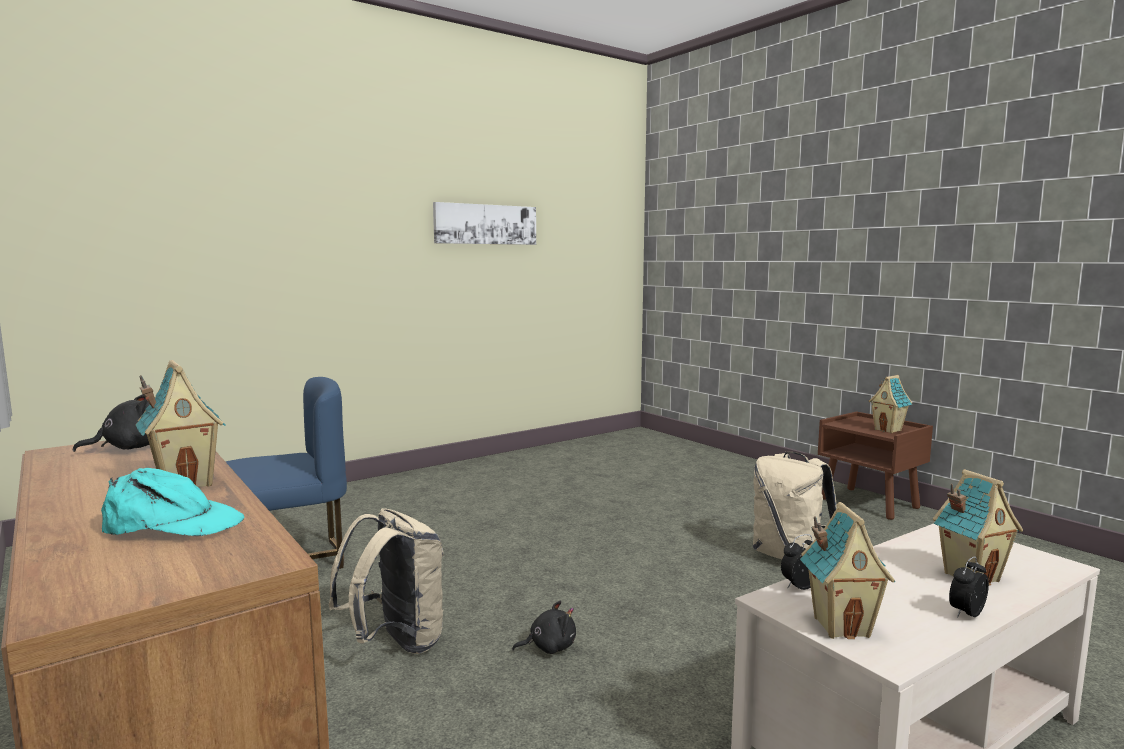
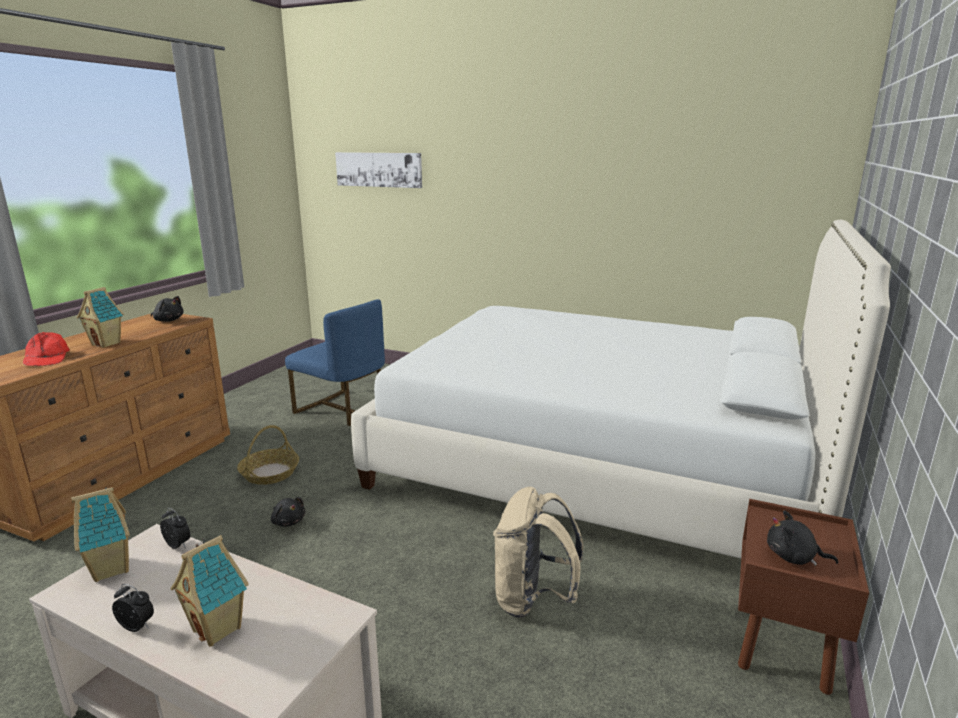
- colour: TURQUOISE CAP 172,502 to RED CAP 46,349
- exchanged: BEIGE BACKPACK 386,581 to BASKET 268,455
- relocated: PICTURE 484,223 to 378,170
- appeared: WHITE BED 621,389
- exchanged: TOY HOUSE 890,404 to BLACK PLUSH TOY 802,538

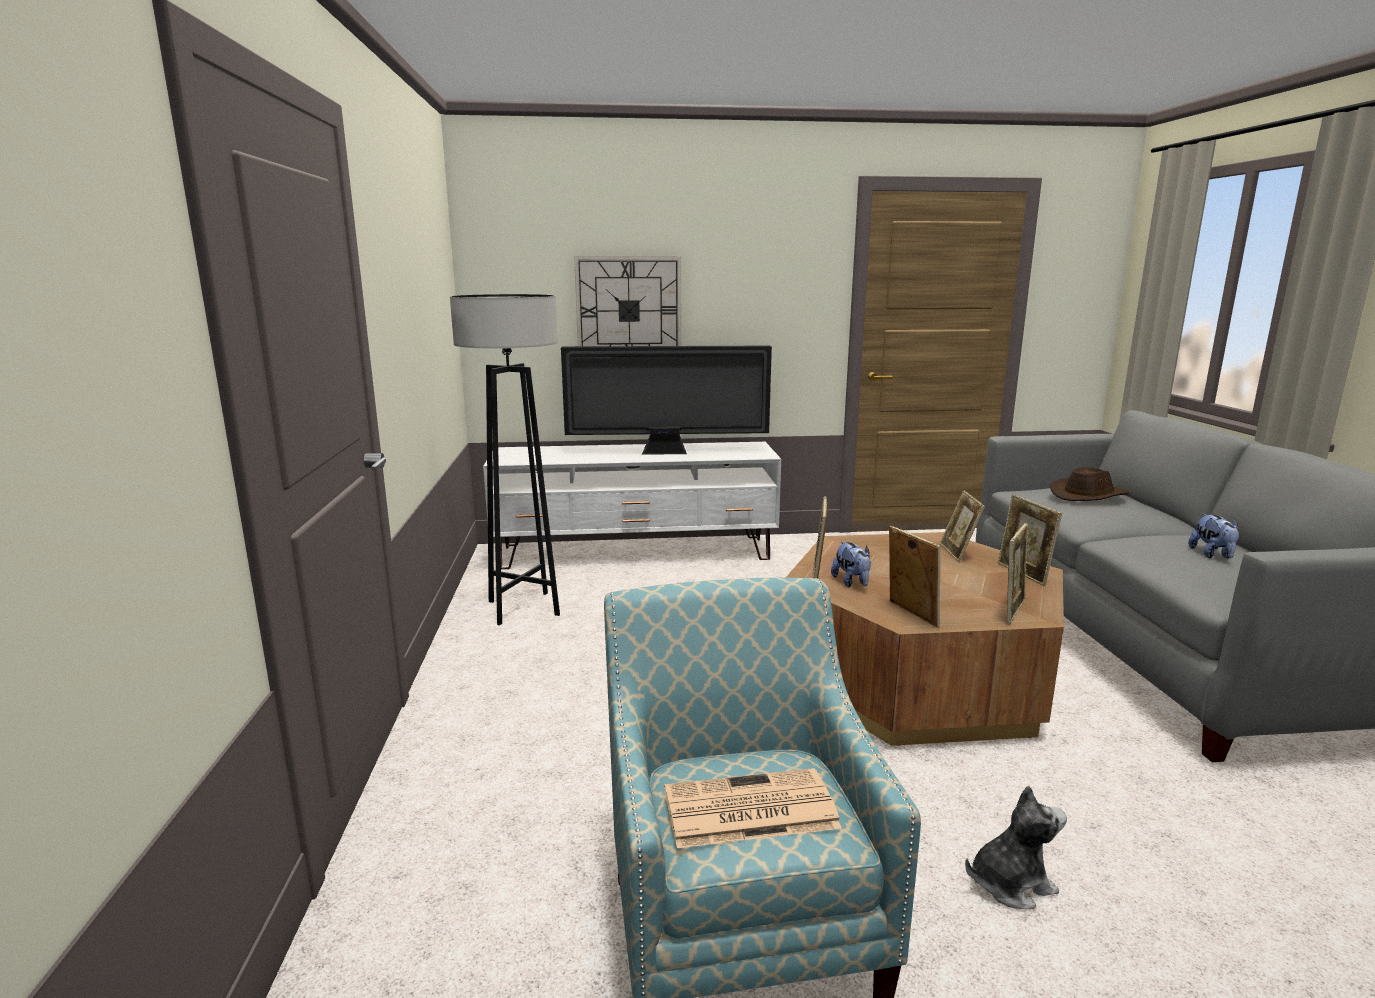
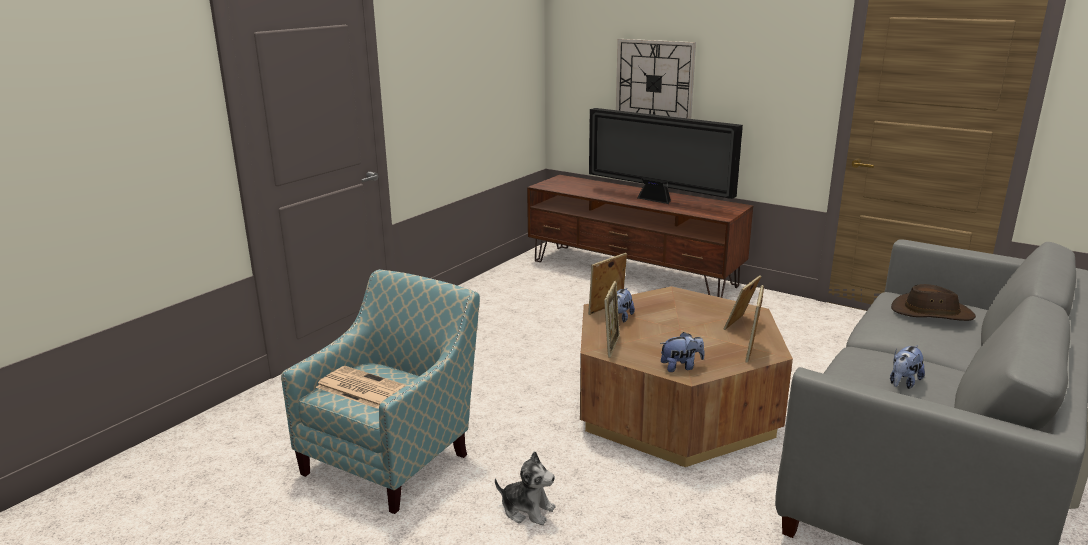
- colour: WHITE TV STAND 632,505 to BROWN TV STAND 640,236
- exchanged: PICTURE FRAME 1017,574 to PLUSH TOY 682,352
- missing: GREY FLOOR LAMP 505,459

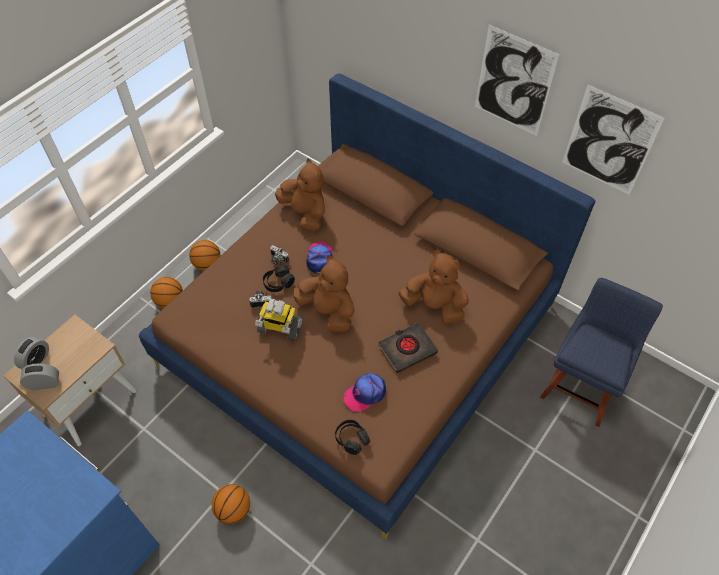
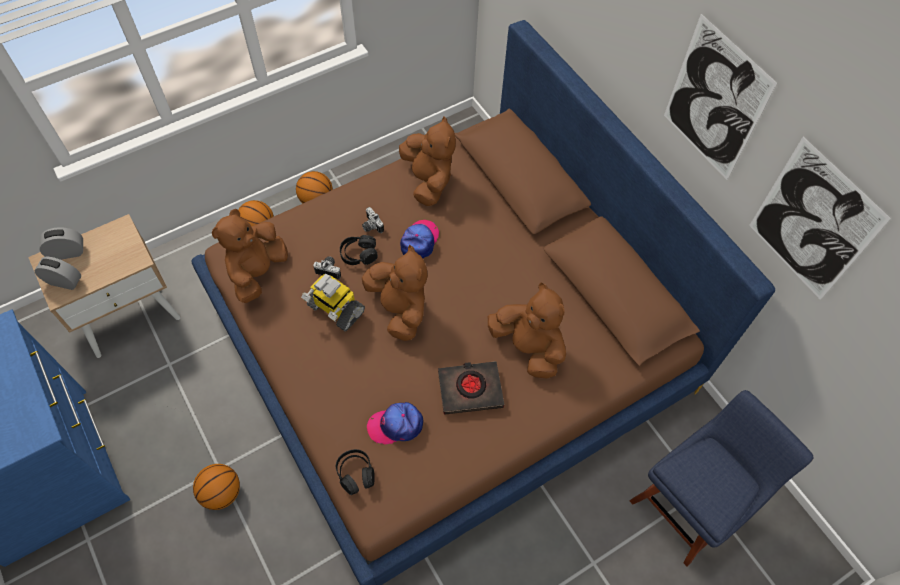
- spun: ALARM CLOCK 31,352 = 61,243 150 degrees counterclockwise
- appeared: BROWN PLUSH TOY 250,256

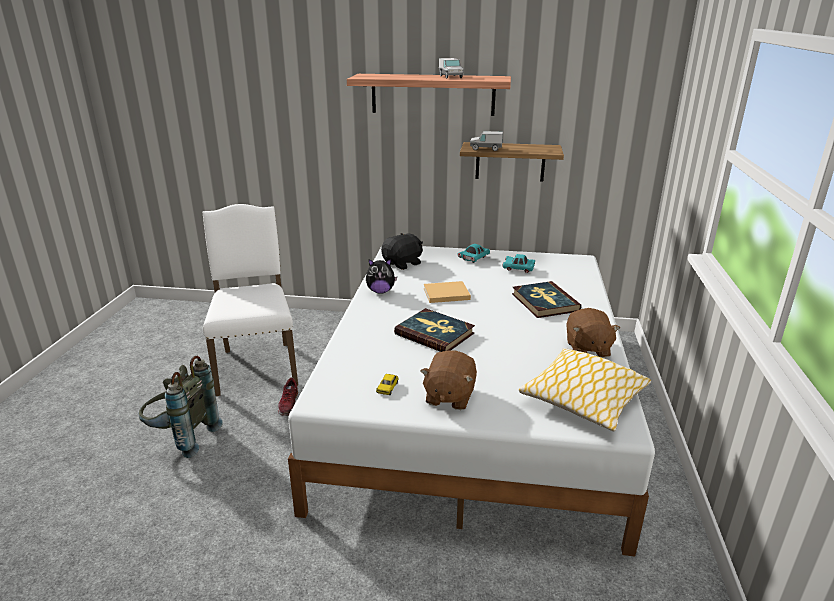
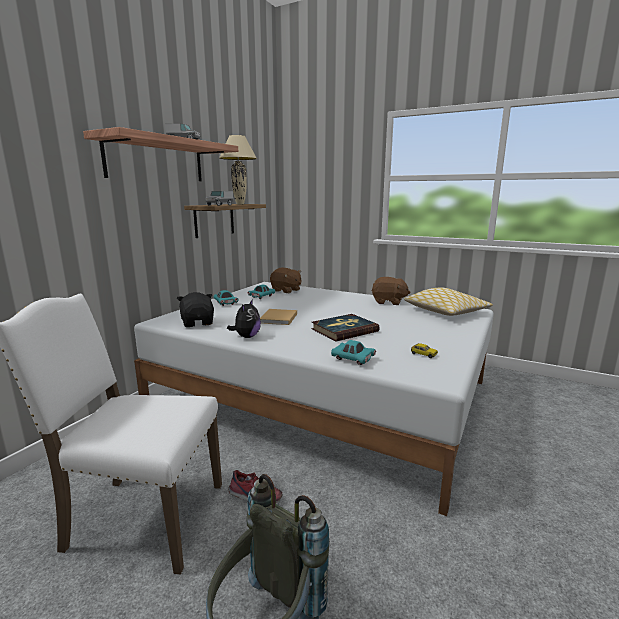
- appeared: BEIGE TABLE LAMP 238,169
- relocated: BROWN PLUSH TOY 448,380 to 285,280
- appeared: TURQUOISE TOY CAR 353,352
- missing: BOOK 546,299

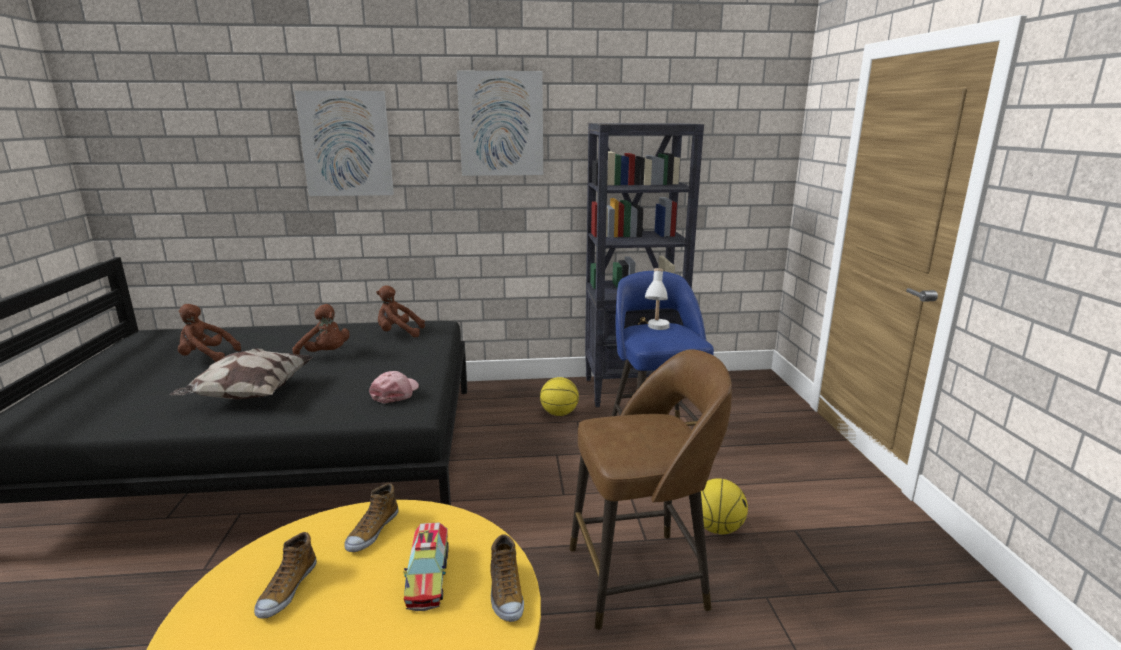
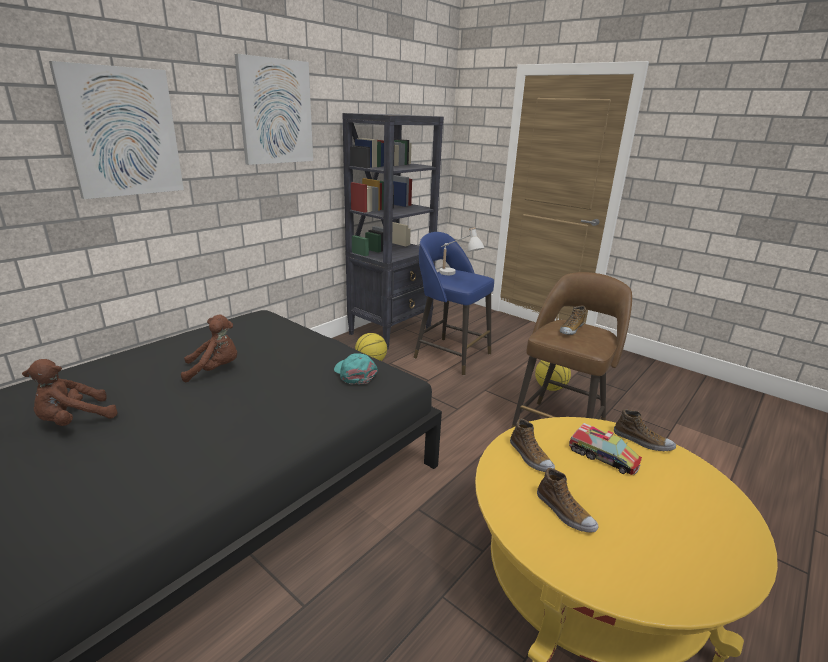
- colour: PINK CAP 394,387 to TURQUOISE CAP 356,368
- appeared: SHOE 573,320
- missing: PILLOW 241,374
- missing: BROWN PLUSH TOY 400,311

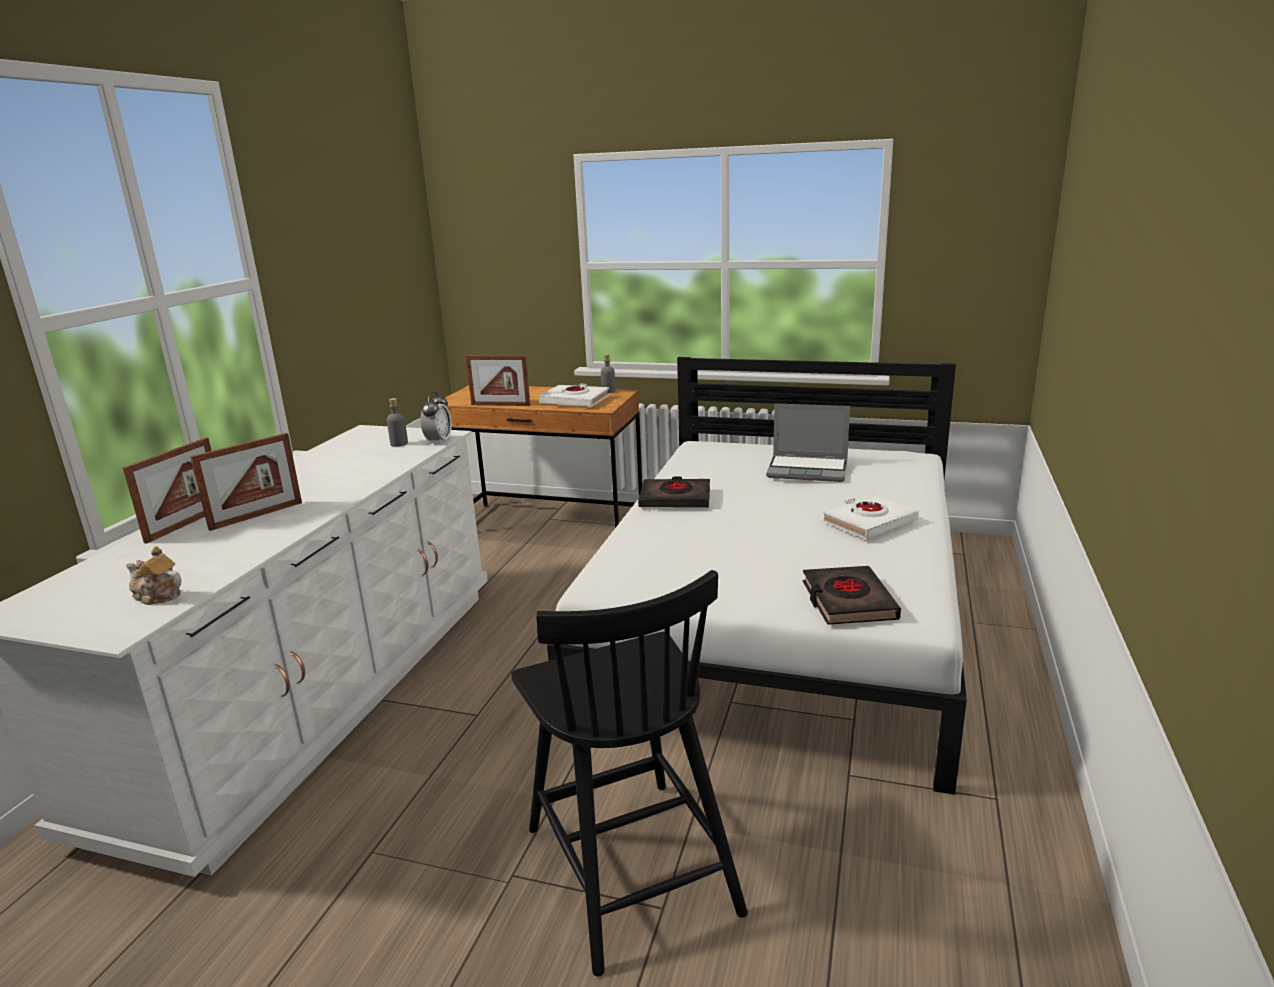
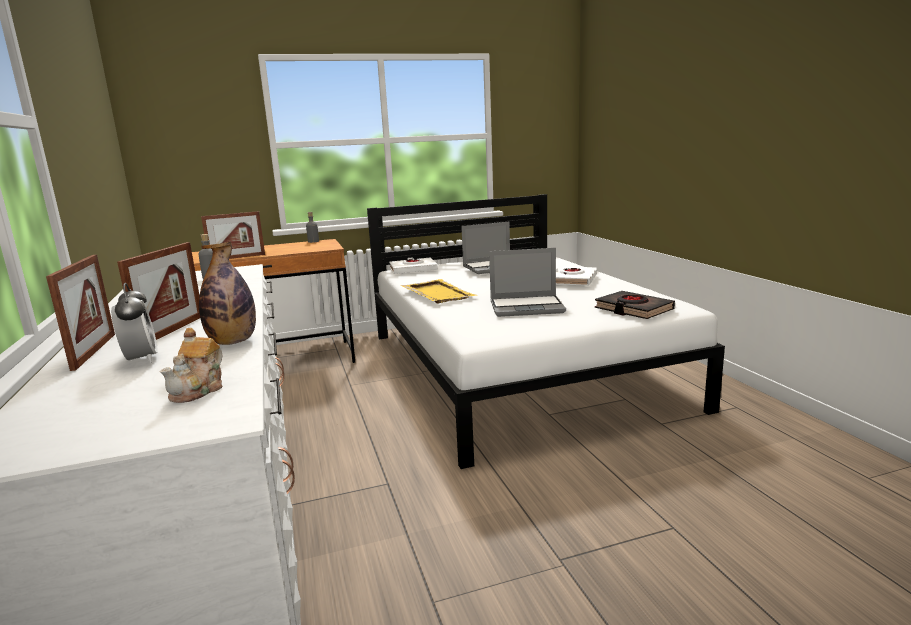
- relocated: ALARM CLOCK 436,418 to 134,323
- spun: TEAPOT 153,575 = 191,365 60 degrees counterclockwise
- appeared: BOTTLE 227,293
- relocated: WHITE BOOK 574,395 to 413,265
- exchanged: BLACK BOOK 674,492 to YELLOW TRAY 438,291
- appeared: LAPTOP 527,282
- missing: BLACK CHAIR 629,773

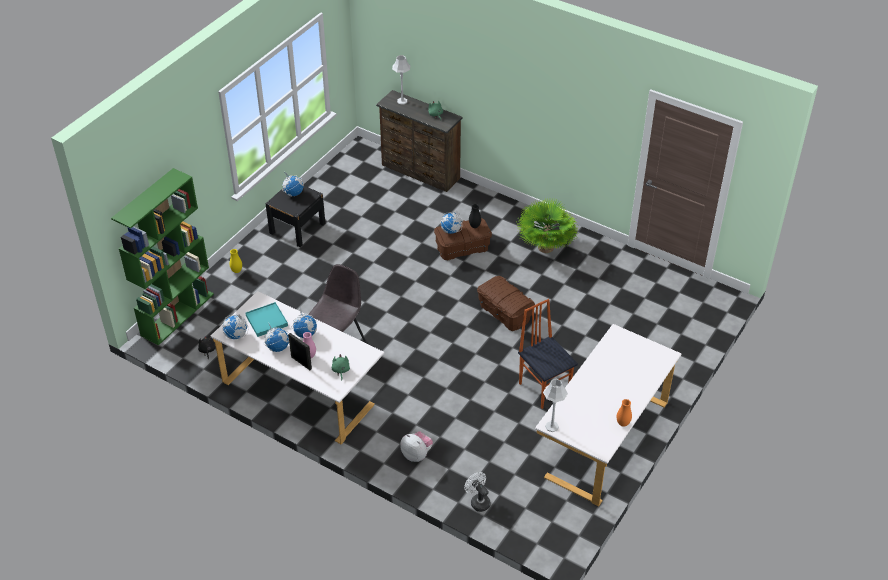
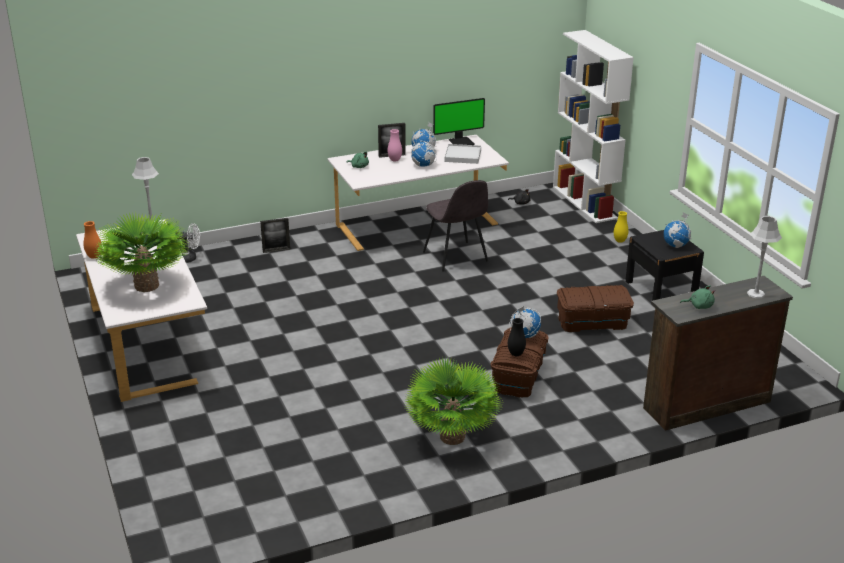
- appeared: POTTED PLANT 141,251
- exchanged: PLUSH TOY 416,446 to PICTURE FRAME 275,235
- exchanged: GLOBE 235,327 to MONITOR 459,121
- colour: TURQUOISE TRAY 266,319 to WHITE TRAY 462,154
- colour: GREEN BOOKCASE 162,257 to WHITE BOOKCASE 593,126
- relocated: BROWN STORAGE BOX 506,303 to 595,308
- missing: CHAIR 548,354

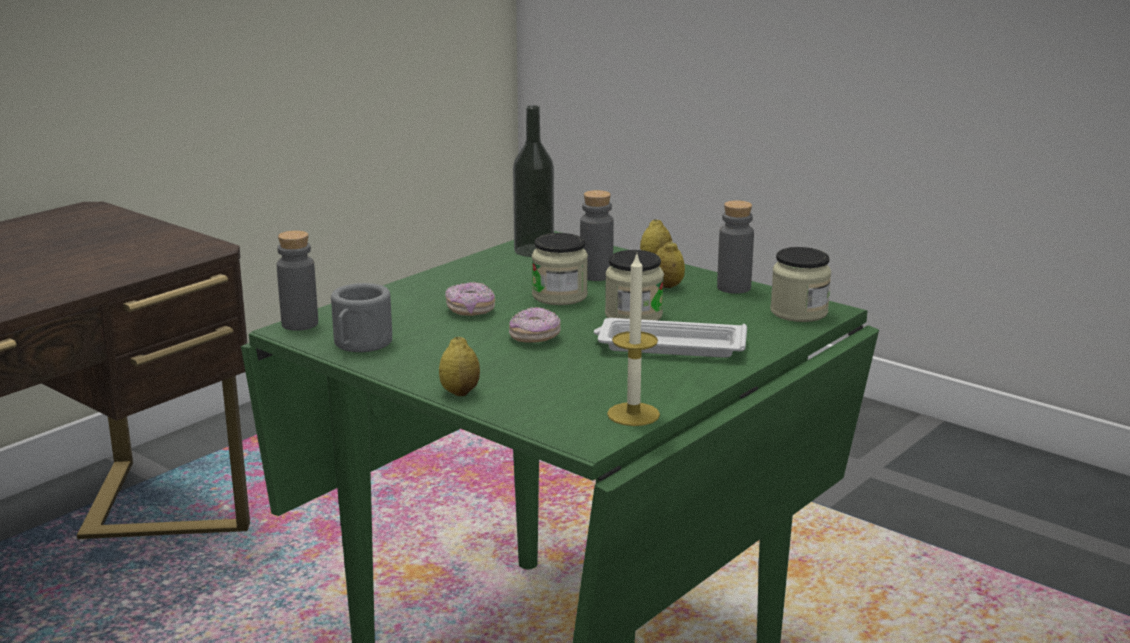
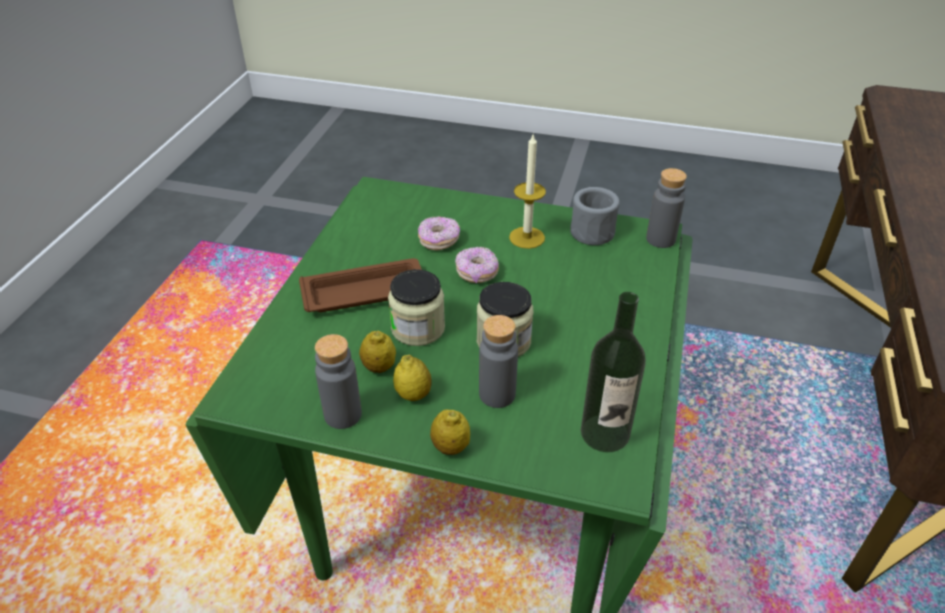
- colour: WHITE TRAY 670,338 to BROWN TRAY 360,285
- relocated: LEMON 459,366 to 377,352
- relocated: DONUT 470,298 to 439,233
- relocated: CANDLE 633,340 to 527,191
- missing: JAR 800,284

